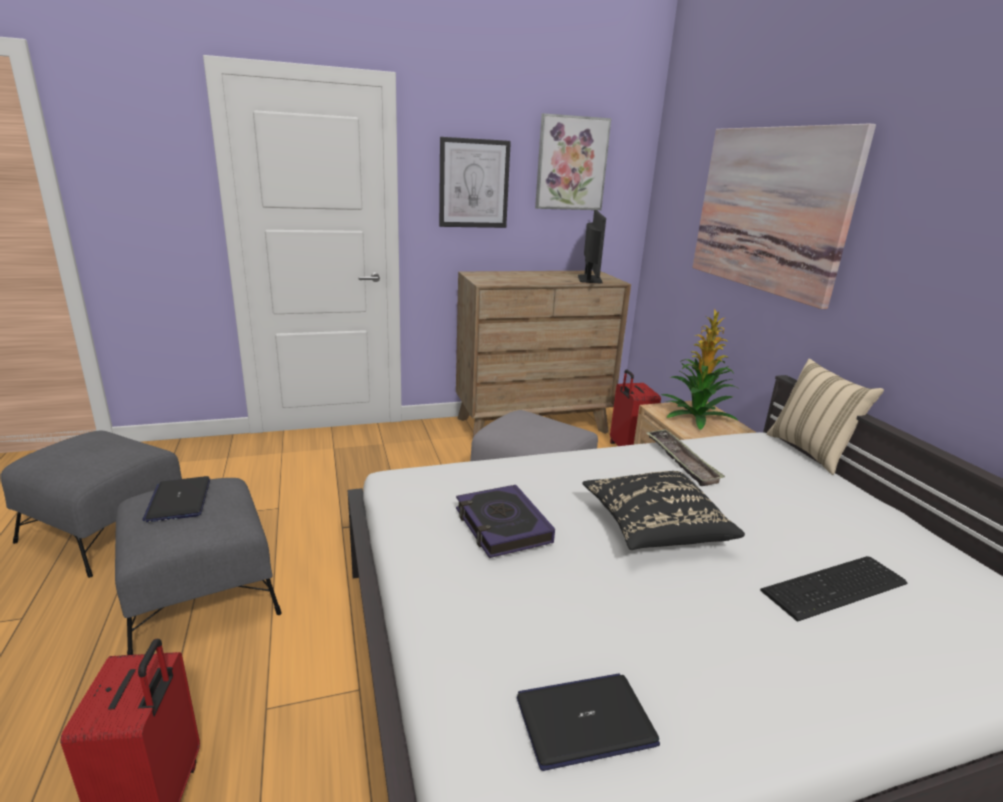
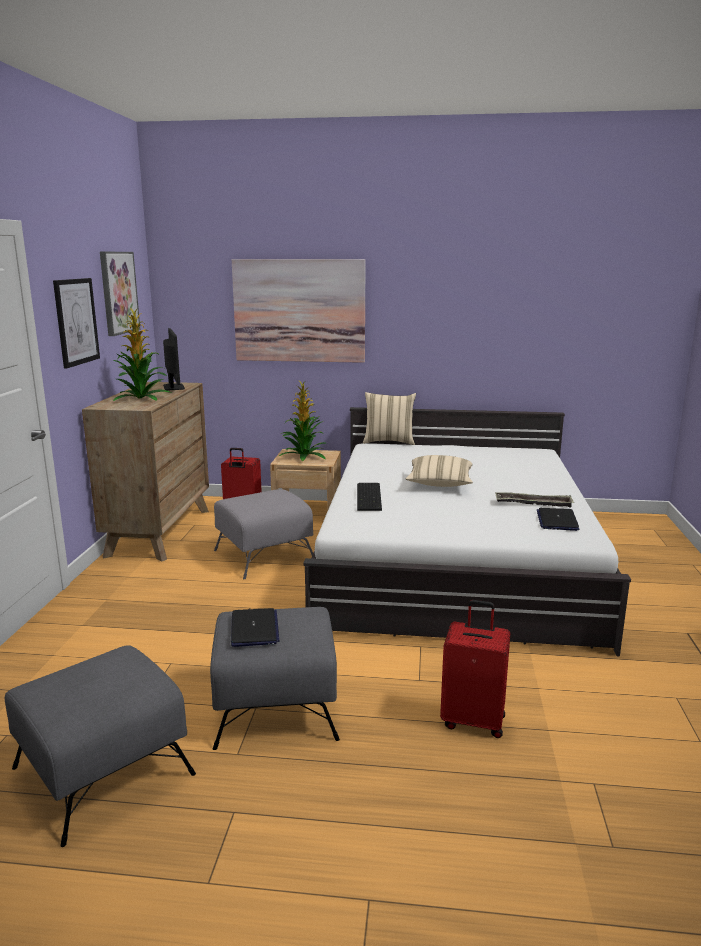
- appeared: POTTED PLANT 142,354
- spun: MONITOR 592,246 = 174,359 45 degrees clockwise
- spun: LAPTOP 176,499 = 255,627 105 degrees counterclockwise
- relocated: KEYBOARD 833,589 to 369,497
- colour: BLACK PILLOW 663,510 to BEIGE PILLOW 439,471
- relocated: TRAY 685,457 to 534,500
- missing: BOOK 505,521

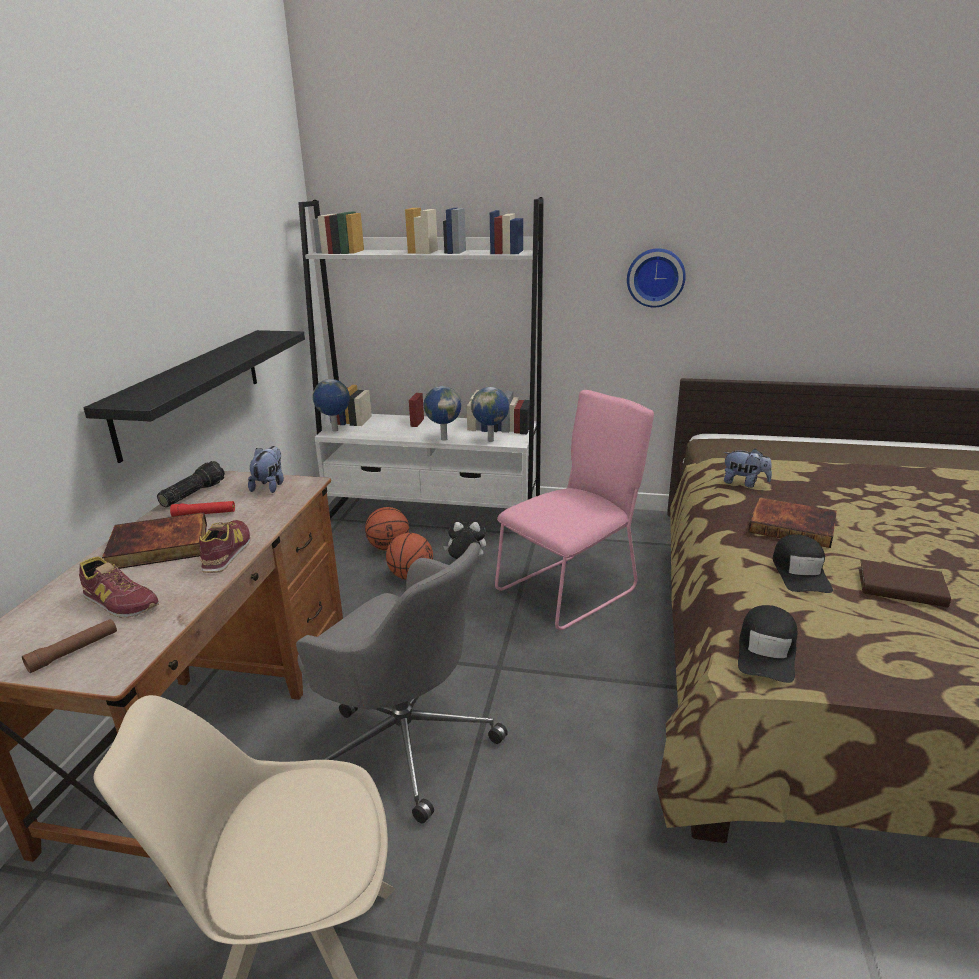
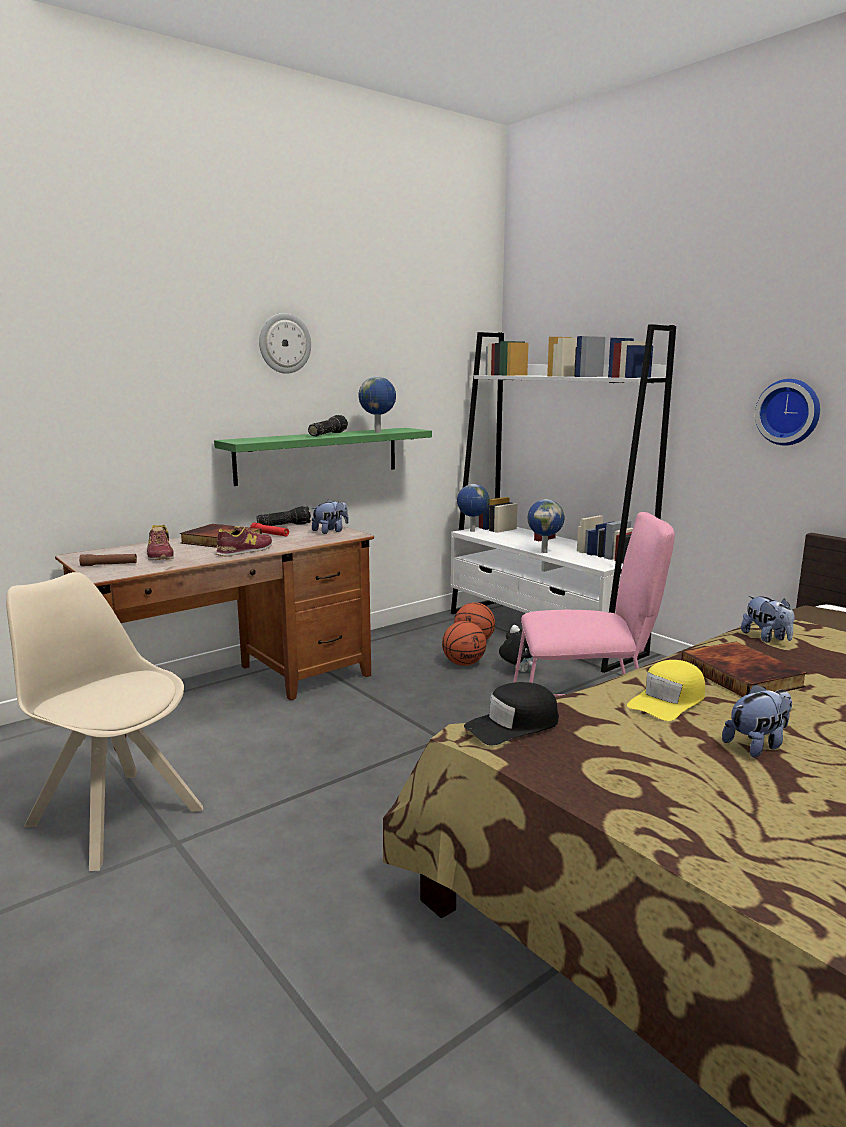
- colour: BLACK SHELF 194,396 to GREEN SHELF 323,457
- appeared: WALL CLOCK 285,343
- appeared: FLASHLIGHT 328,425
- relocated: GLOBE 490,414 to 377,404
- colour: BLACK CAP 803,563 to YELLOW CAP 666,690
- exchanged: BROWN BOOK 905,583 to PLUSH TOY 757,721
- missing: GREY OFFICE CHAIR 402,682

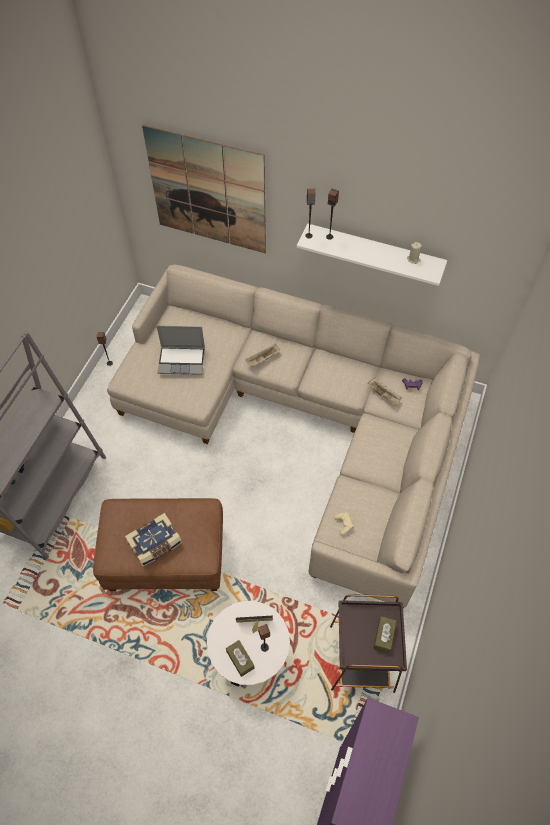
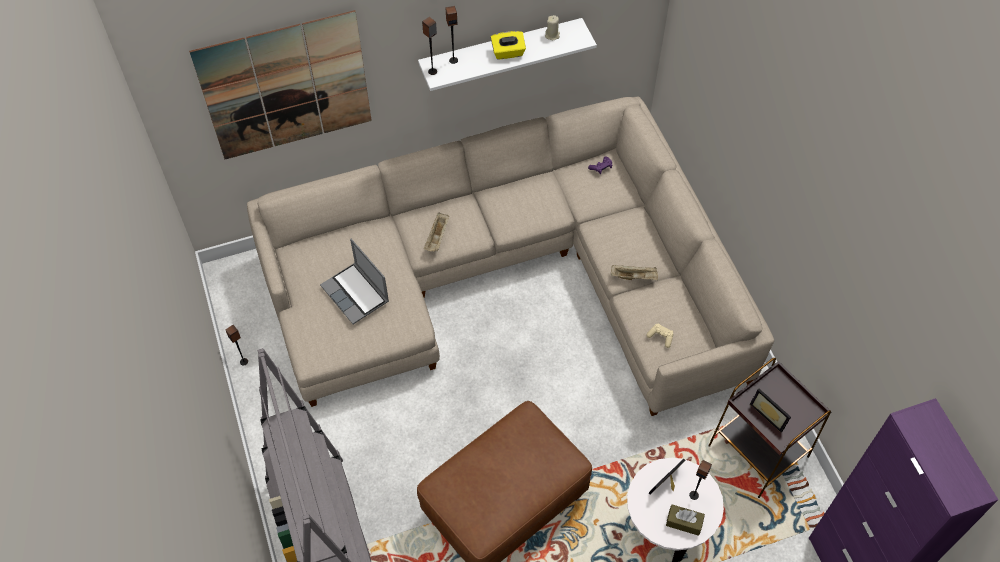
- spun: LAPTOP 181,350 = 354,281 90 degrees clockwise
- appeared: YELLOW TISSUE BOX 508,45
- relocated: BEIGE TRAY 385,392 to 634,272
- appeared: PICTURE FRAME 770,410
- missing: BOOK 153,539
- missing: BROWN TISSUE BOX 385,634

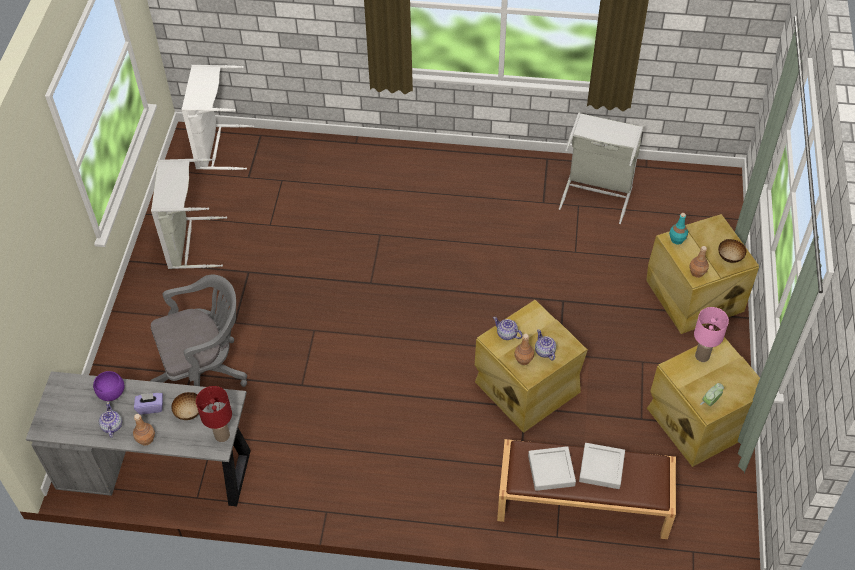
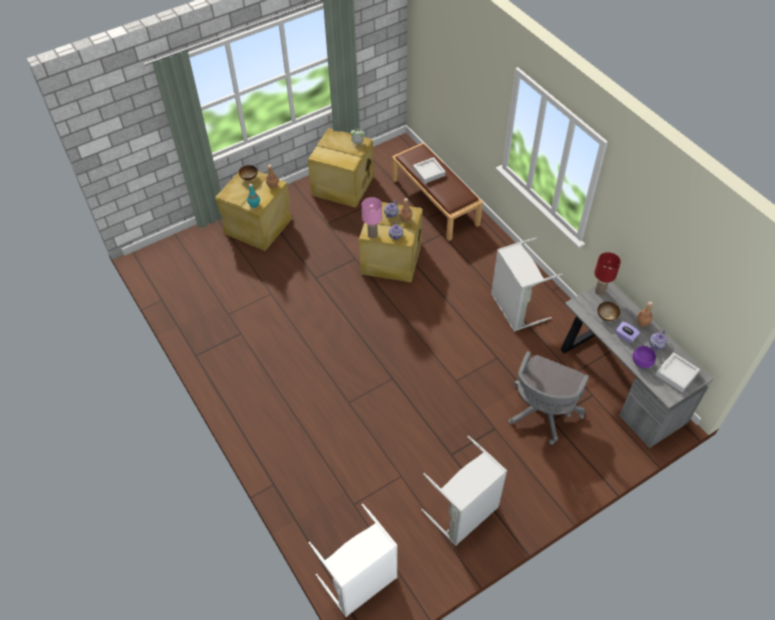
- relocated: PINK TABLE LAMP 711,334 to 372,218
- relocated: GREY LAUNDRY BASKET 601,168 to 526,284
- spun: GREY OFFICE CHAIR 198,331 = 548,397 90 degrees counterclockwise
- relocated: GREY TRAY 552,468 to 677,372

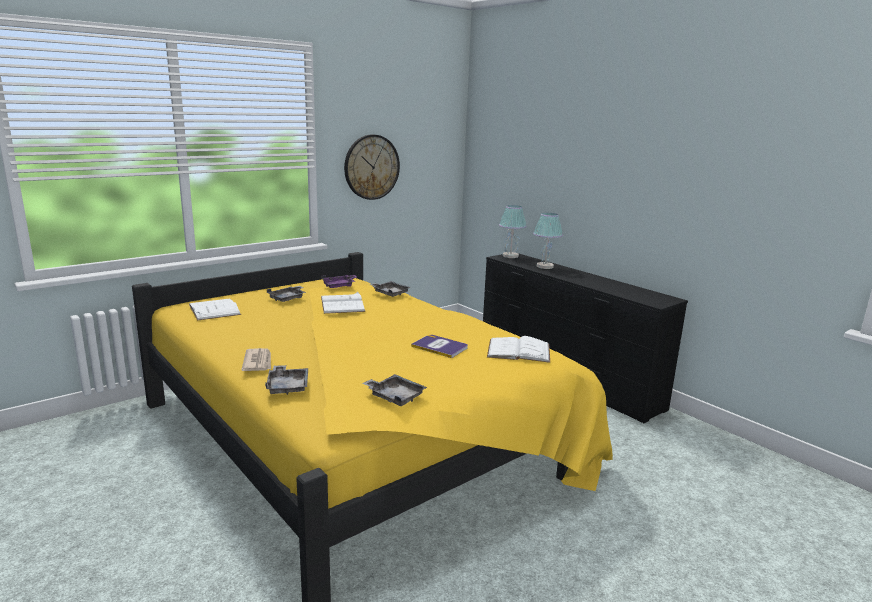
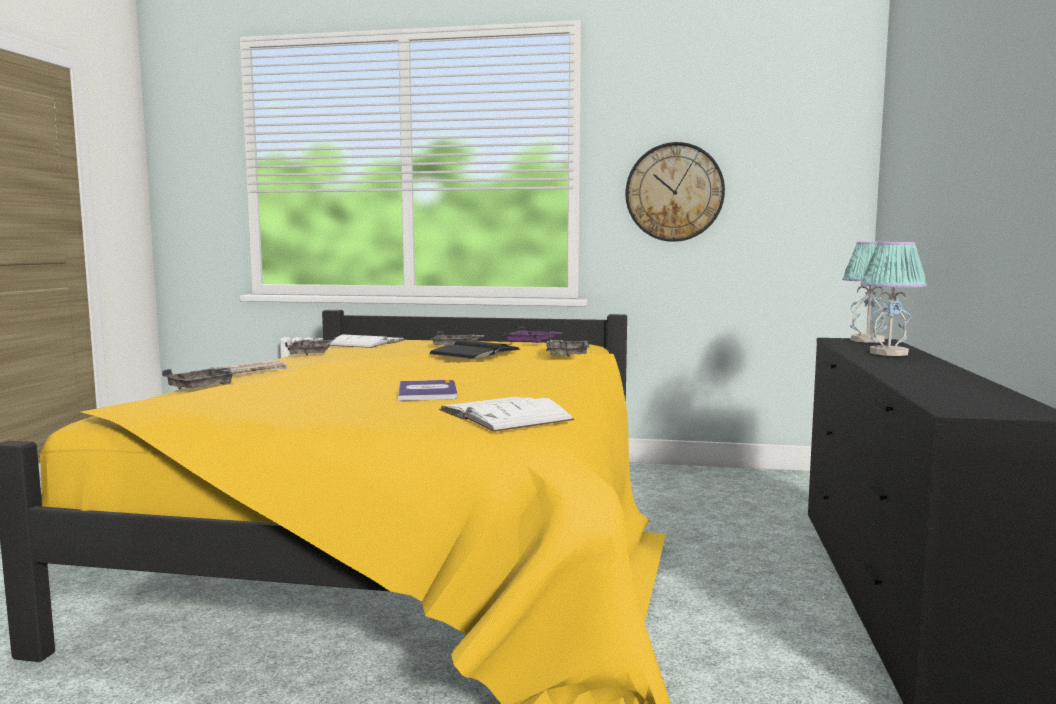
- relocated: GREY TRAY 394,390 to 309,347
- colour: WHITE BOOK 343,303 to BLACK BOOK 475,349

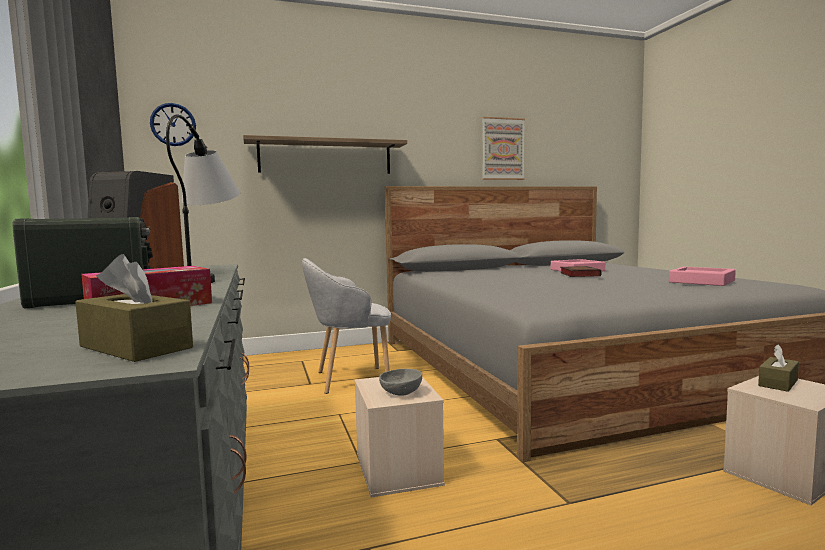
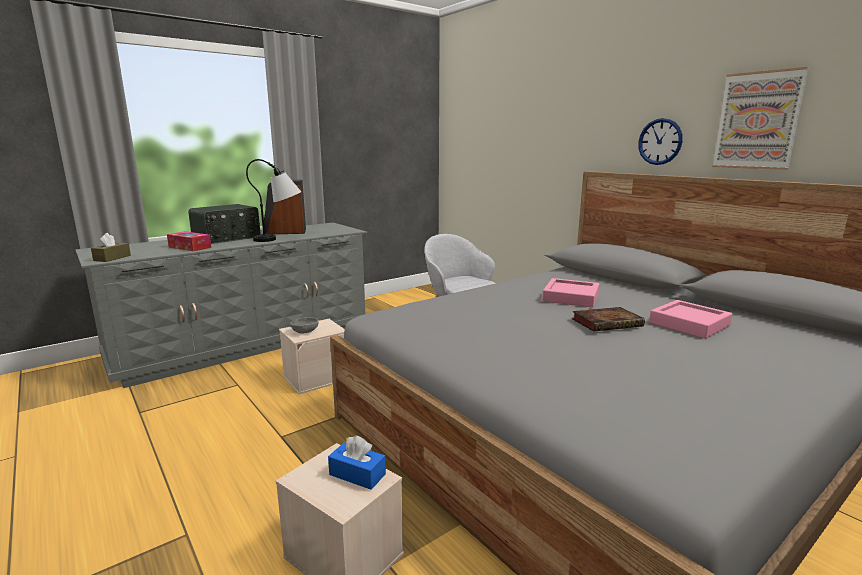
- colour: BROWN TISSUE BOX 778,368 to BLUE TISSUE BOX 357,463
- relocated: PINK TRAY 702,276 to 570,292
- relocated: WALL CLOCK 173,124 to 660,141
- missing: SHELF 325,154

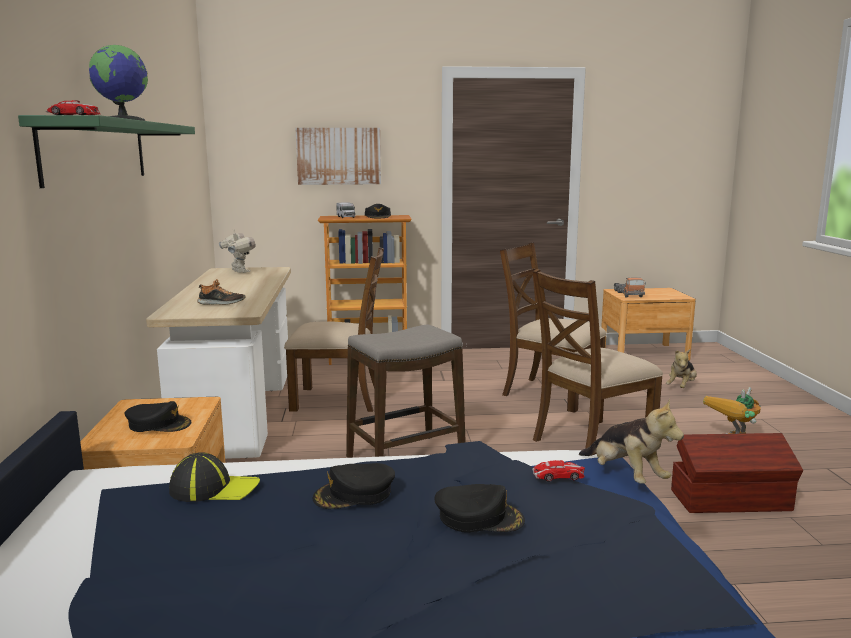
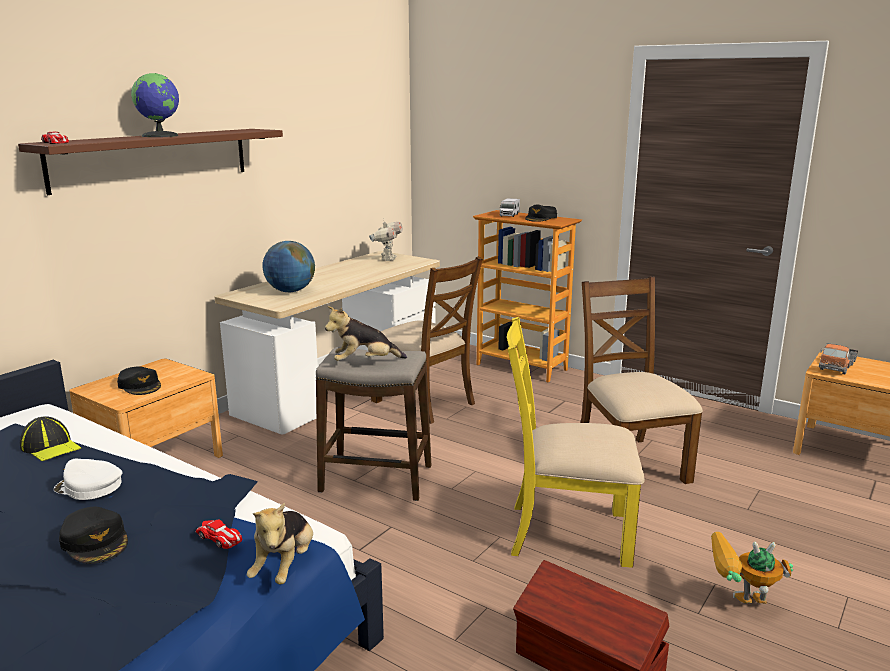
- colour: GREEN SHELF 106,151 to BROWN SHELF 150,162
- colour: BLACK CAP 354,486 to WHITE CAP 87,479
- exchanged: SHOE 221,292 to GLOBE 289,266
- relocated: PLUSH TOY 681,368 to 366,333
- colour: BROWN CHAIR 598,358 to YELLOW CHAIR 576,442
- missing: PICTURE 338,156

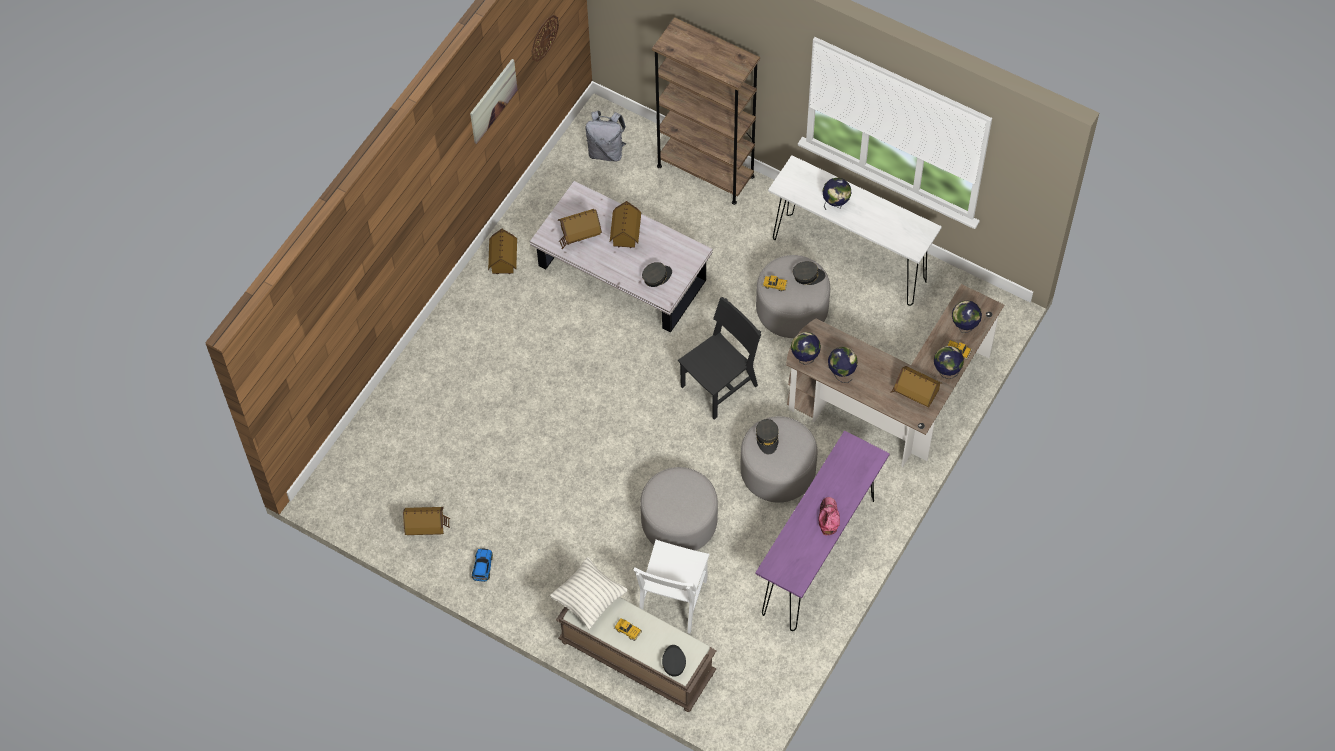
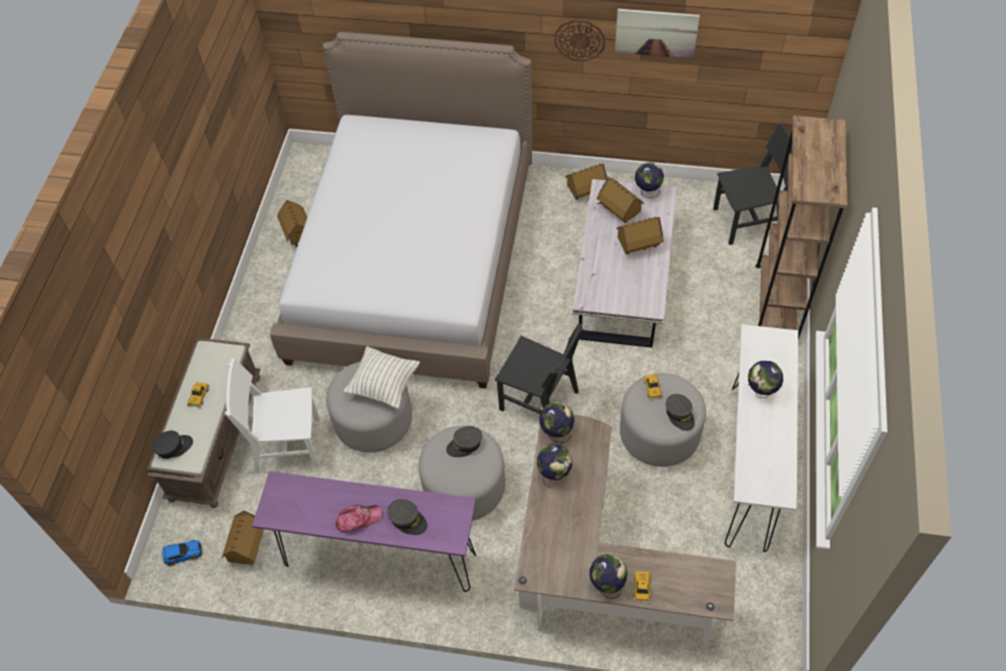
- relocated: TOY CAR 482,565 to 182,553
- relocated: TOY HOUSE 916,387 to 243,537
- appeared: BED 401,210
- relocated: PILLOW 588,593 to 382,377
- relocated: GREY CAP 657,274 to 407,517
- relocated: WALL CLOCK 545,38 to 579,40
- relocated: GLOBE 967,316 to 649,180
- exchanged: GREY BACKPACK 605,136 to BLACK CHAIR 752,184

